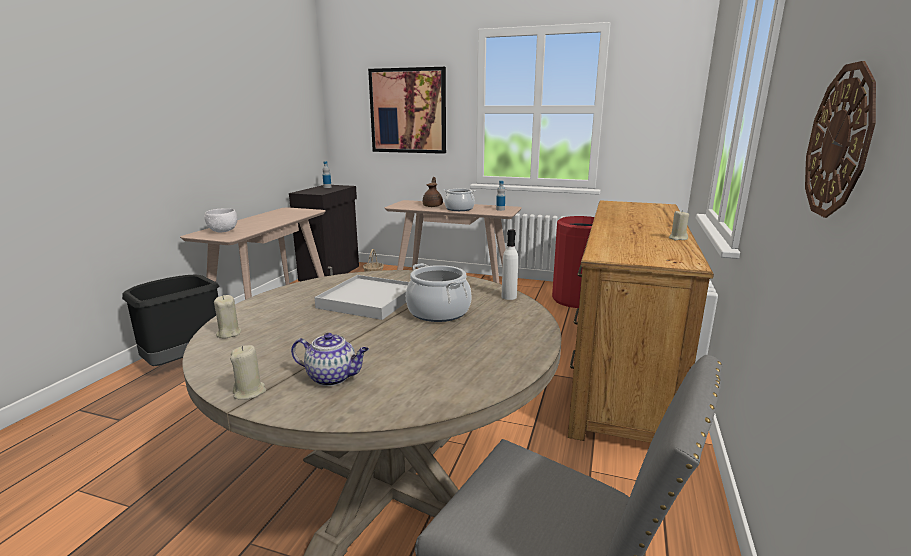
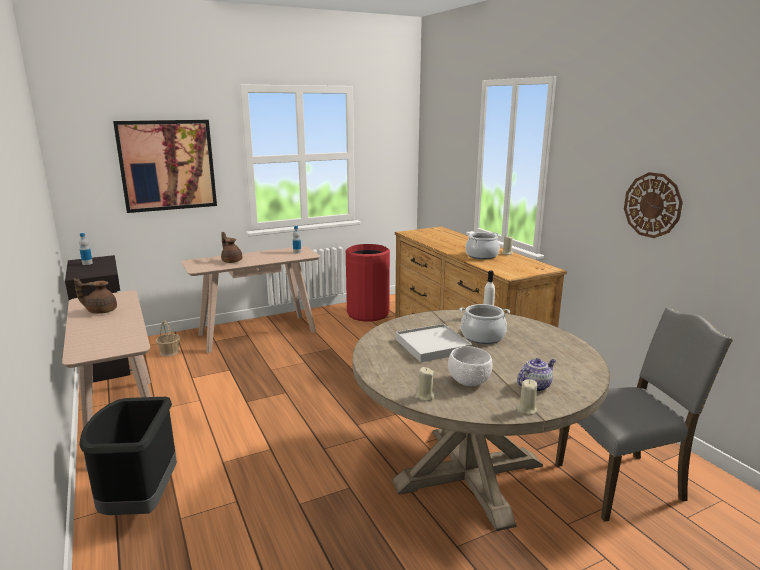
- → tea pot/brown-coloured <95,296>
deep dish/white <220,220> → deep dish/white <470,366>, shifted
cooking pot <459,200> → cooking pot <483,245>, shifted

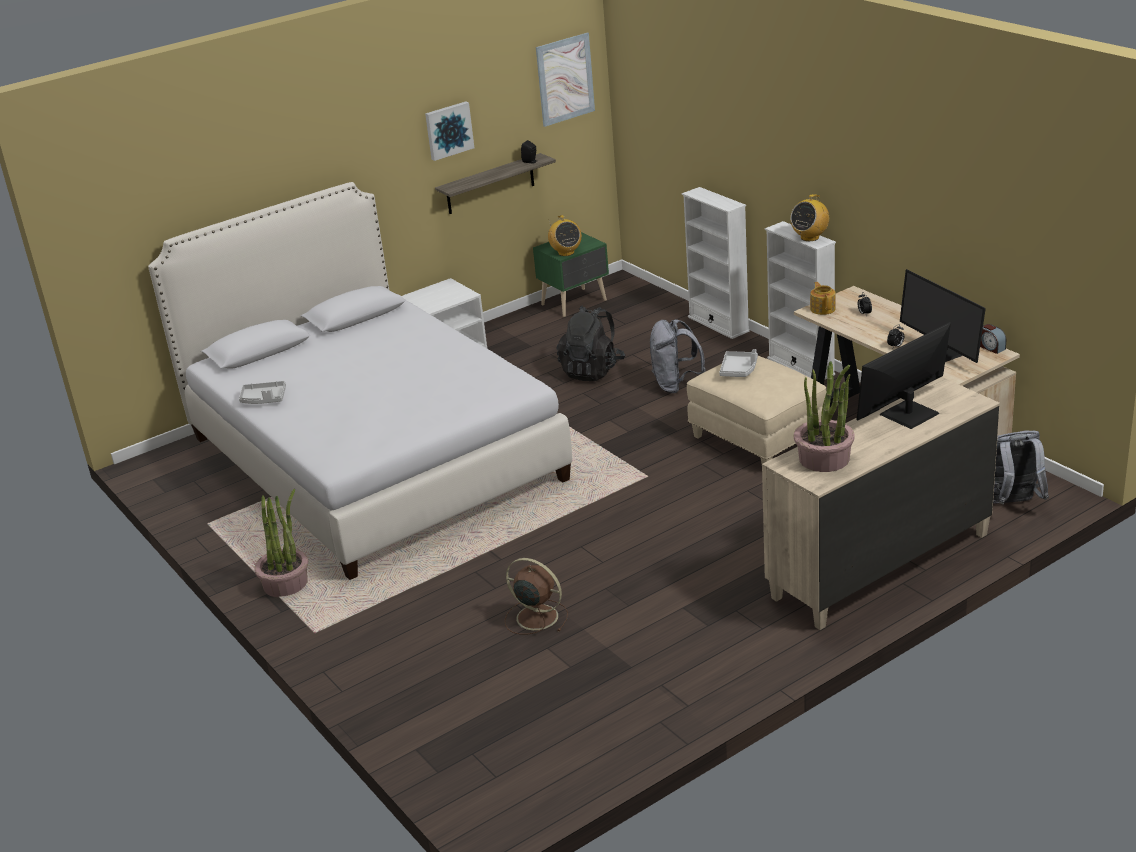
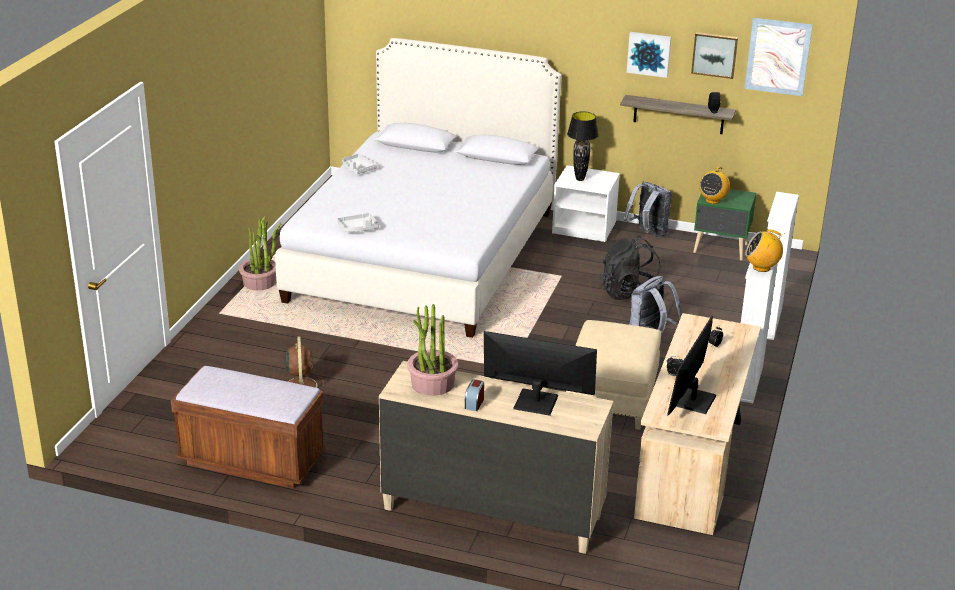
tea pot <823,298> → -
- → indoor bench/brown-coloured <248,427>
- → tabletop lamp/black <583,146>
- → wall art <714,55>
serving tray/gray <739,363> → serving tray/gray <358,222>, shifted
table clock <993,339> → table clock <474,395>, shifted
rucksack/gray <1021,467> → rucksack/gray <647,209>, shifted

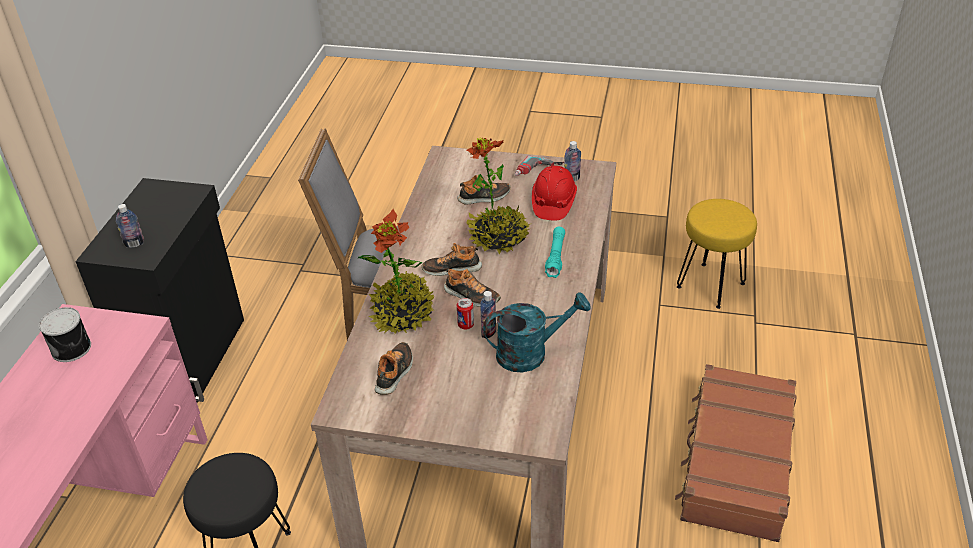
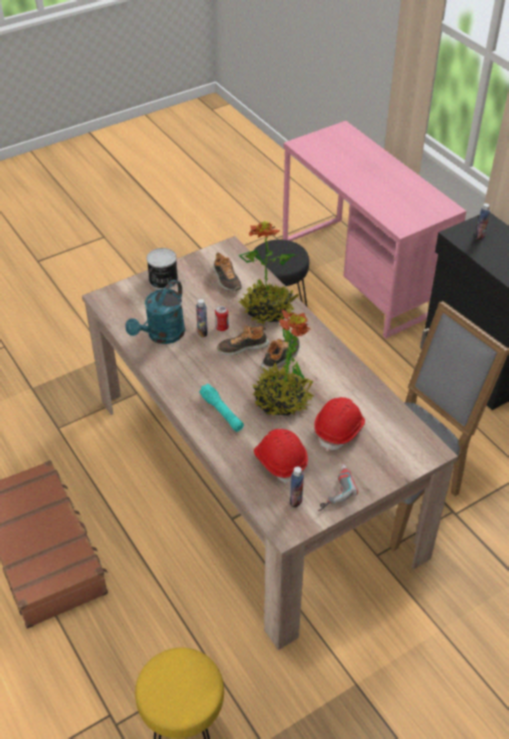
can <65,334> → can <162,269>, shifted
item of footwear <484,190> → safety helmet/red-coloured <339,424>

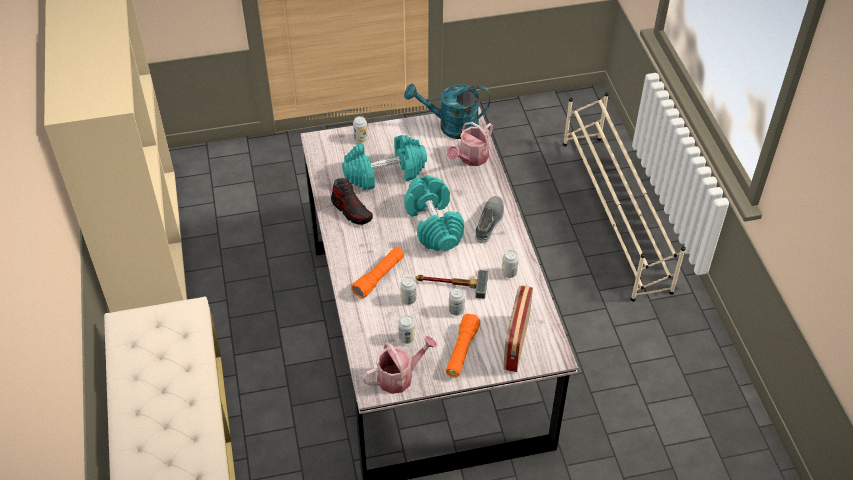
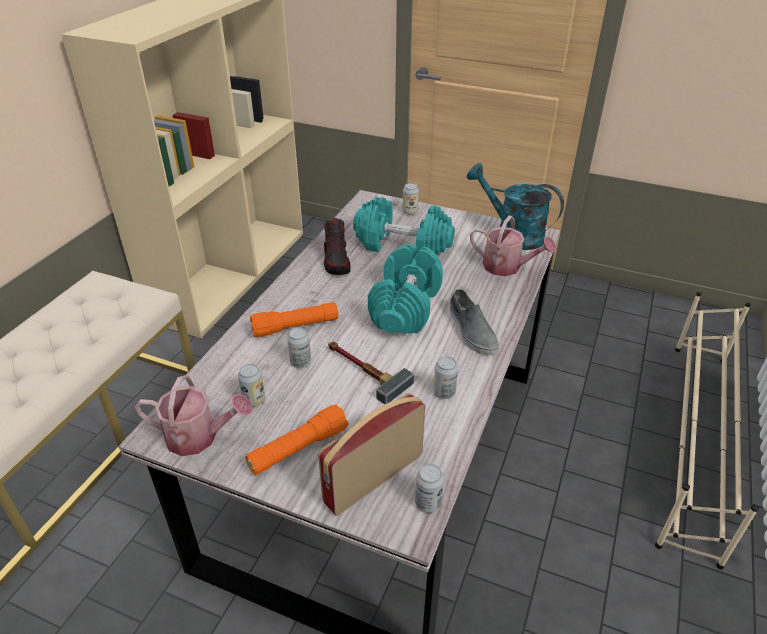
can <457,302> → can <429,488>, shifted
watering can <470,144> → watering can <513,245>, 135 degrees counterclockwise
item of footwear/gray <489,219> → item of footwear/gray <474,322>, 105 degrees clockwise

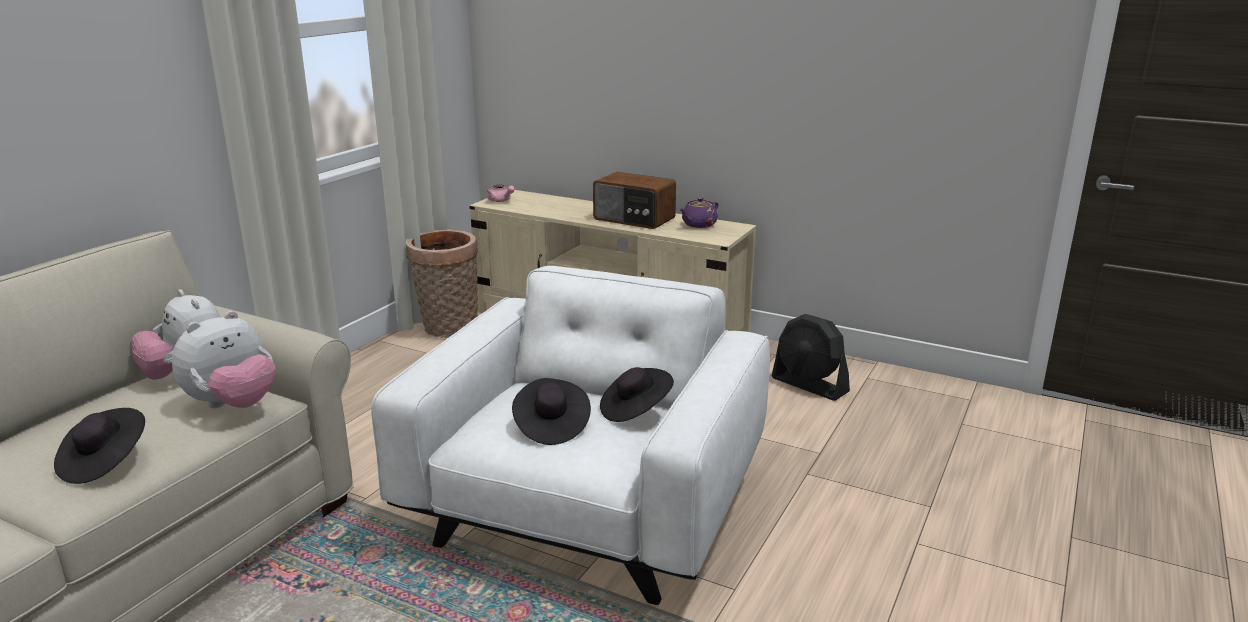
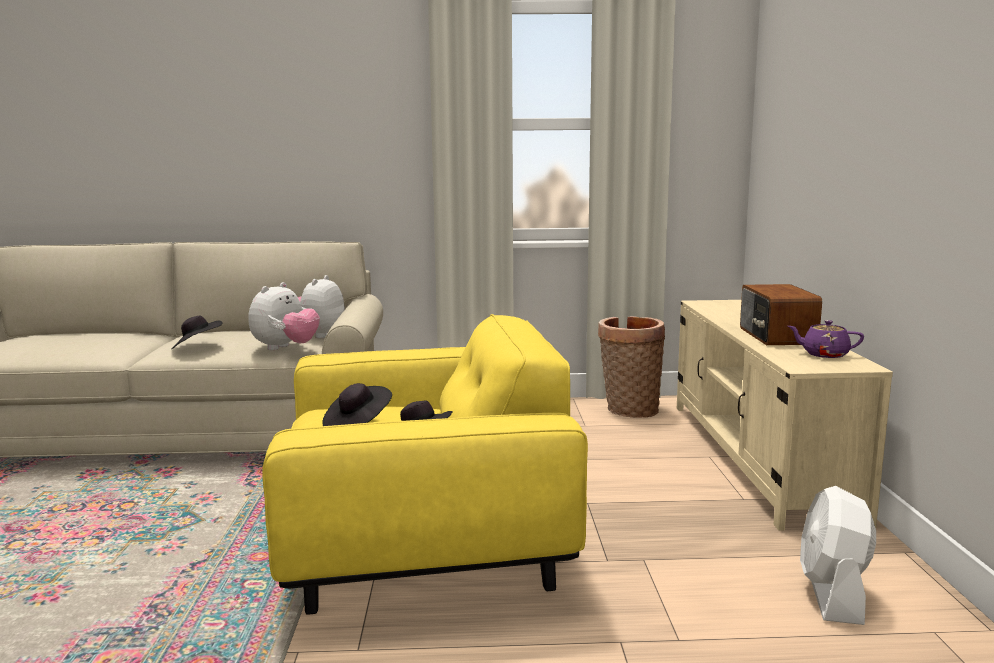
tea pot/pink-coloured <501,193> → -
easy chair/white <570,435> → easy chair/yellow-coloured <425,464>
cooling fan/black <810,357> → cooling fan/white <838,555>
plush toy <223,359> → plush toy <284,316>, 75 degrees counterclockwise

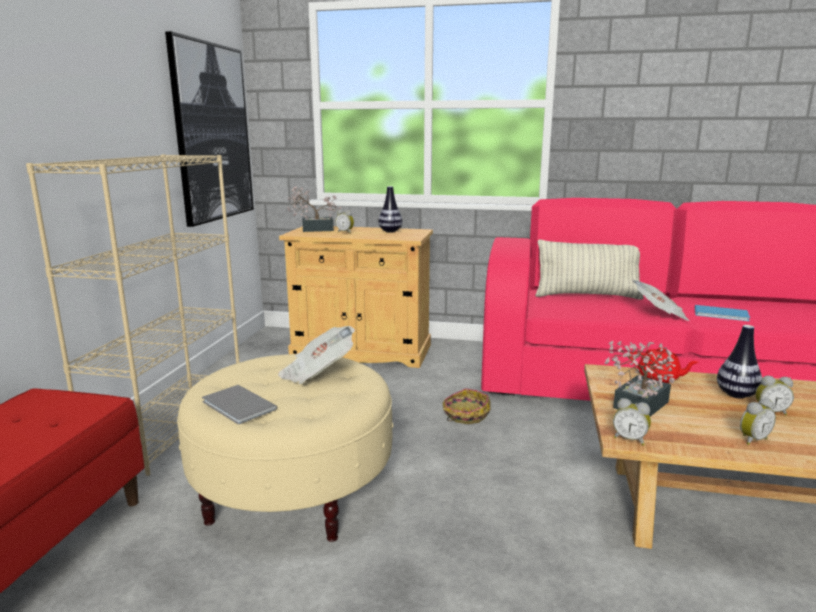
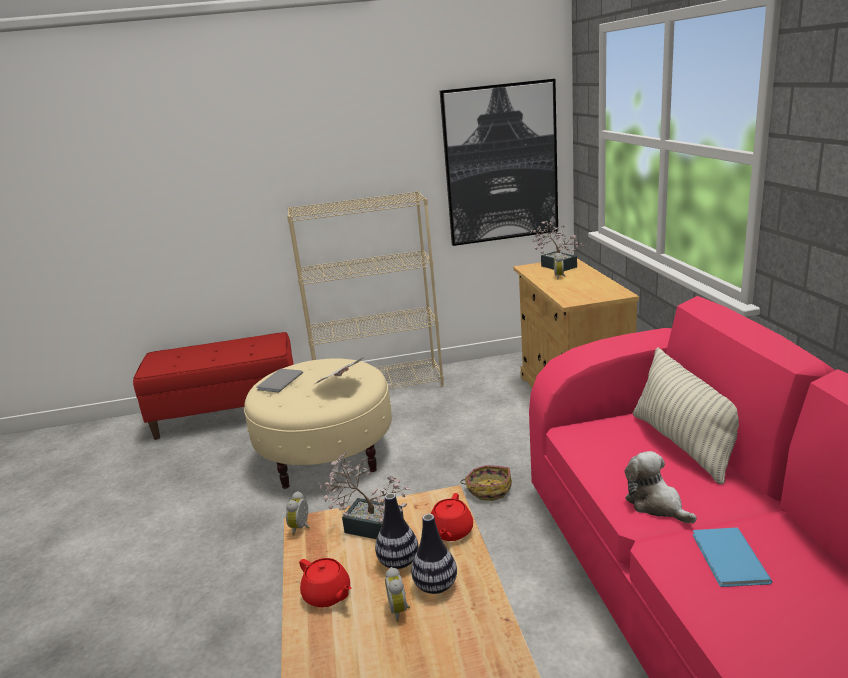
flower vase <390,209> → flower vase <397,531>, shifted
newspaper <660,300> → plush toy <661,487>
table clock <758,422> → tea pot/red-coloured <325,582>

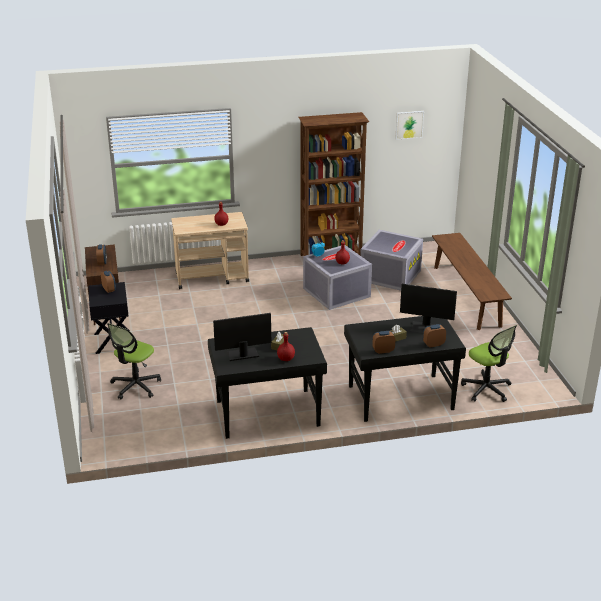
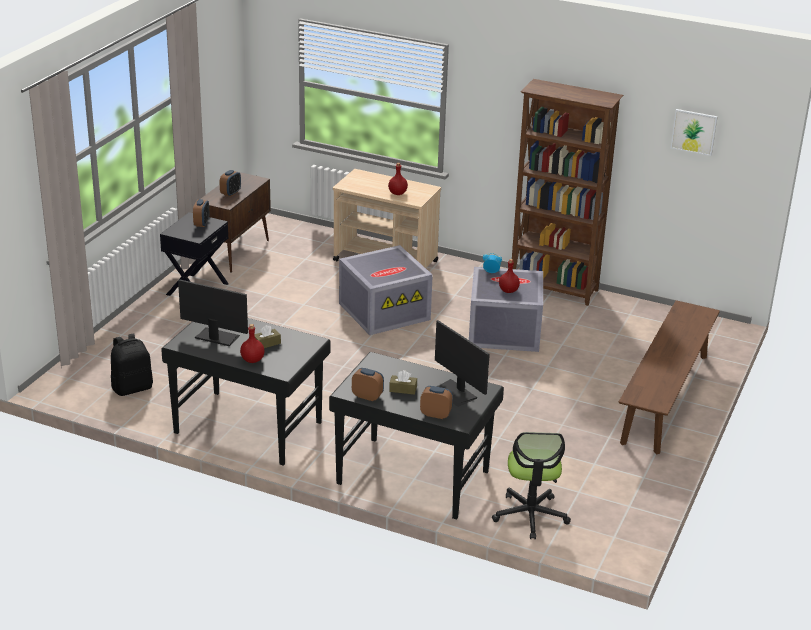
office chair <134,361> → -
- → rucksack/black <132,364>
storage container/gray <391,260> → storage container/gray <386,290>, shifted

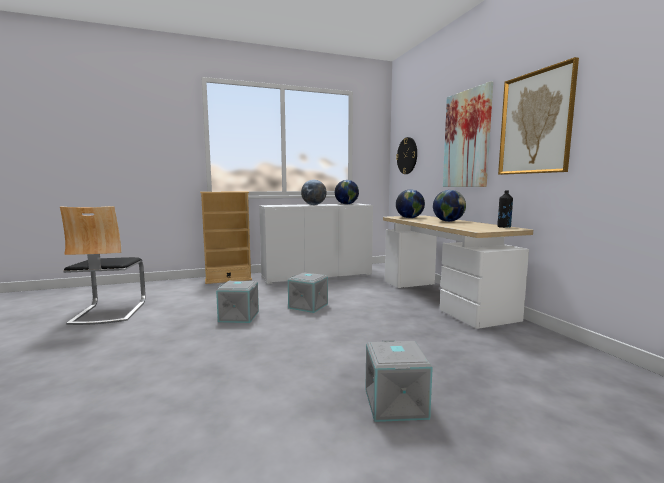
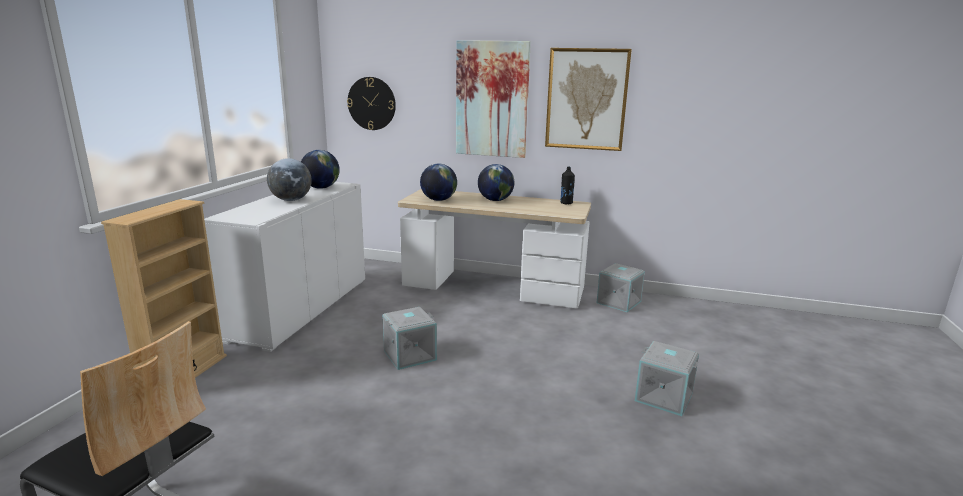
storage container/gray <237,302> → storage container/gray <621,287>, shifted

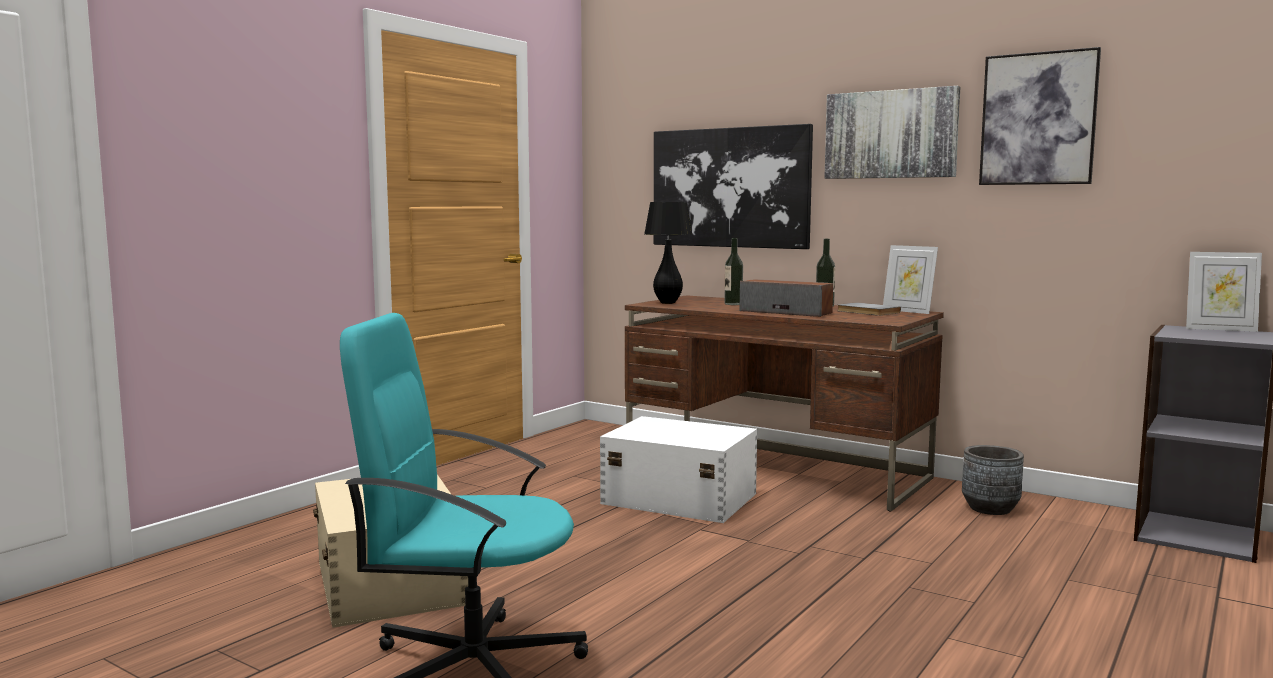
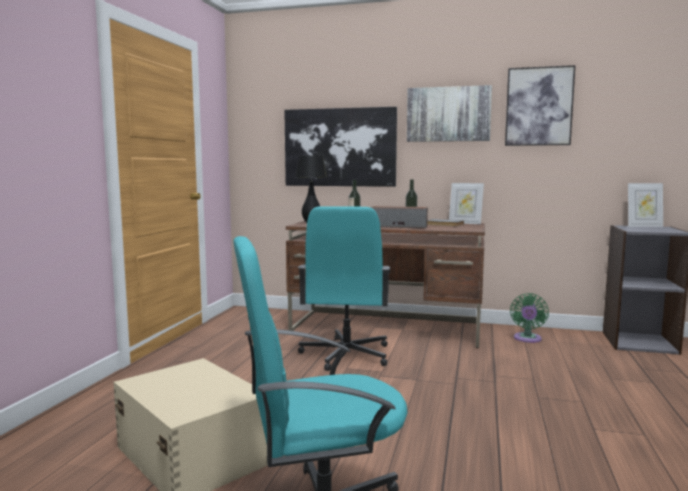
storage container/white <678,469> → office chair/blue-green <344,288>
planter/gray <993,480> → cooling fan/green-coloured <529,318>

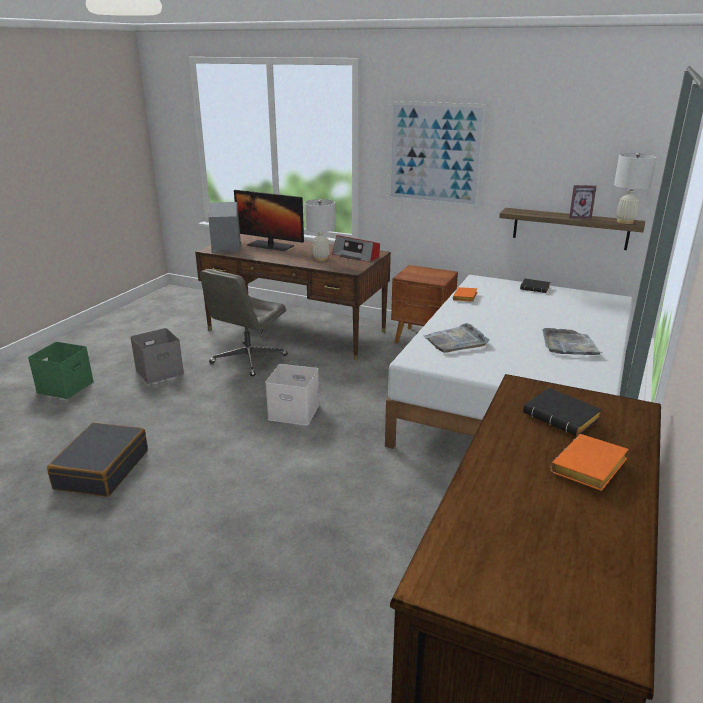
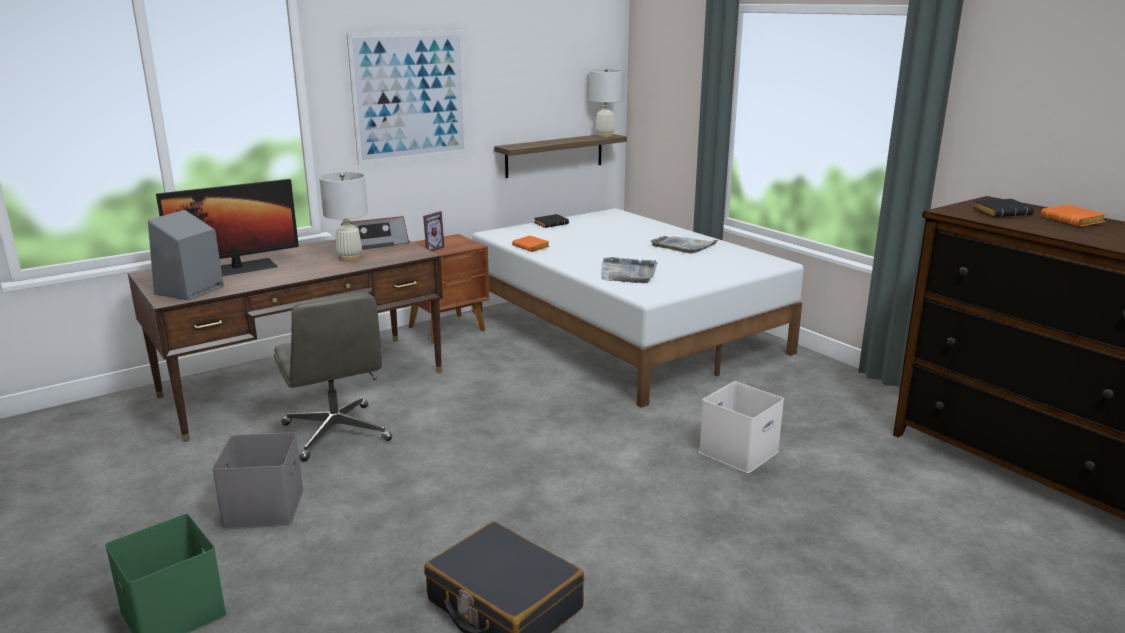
storage container/white <292,394> → storage container/white <741,427>, shifted
photo frame <583,202> → photo frame <434,231>, shifted

